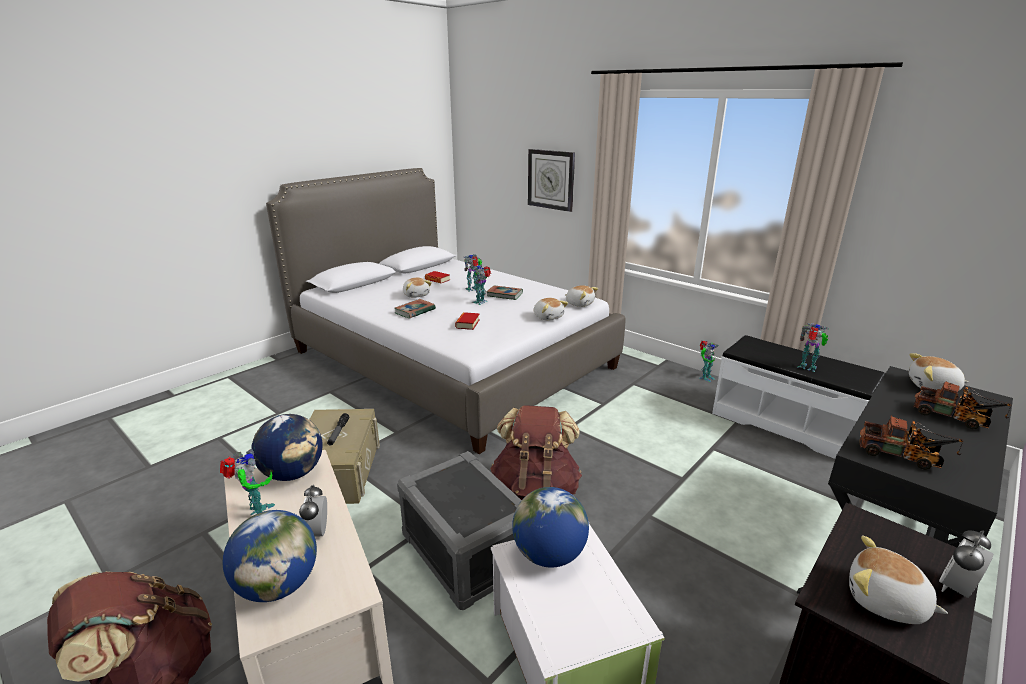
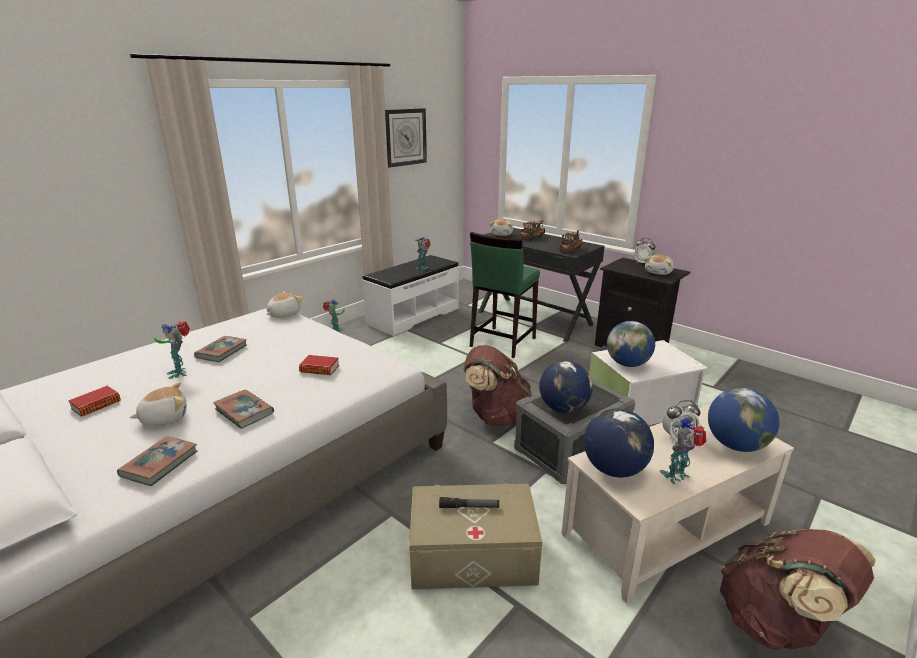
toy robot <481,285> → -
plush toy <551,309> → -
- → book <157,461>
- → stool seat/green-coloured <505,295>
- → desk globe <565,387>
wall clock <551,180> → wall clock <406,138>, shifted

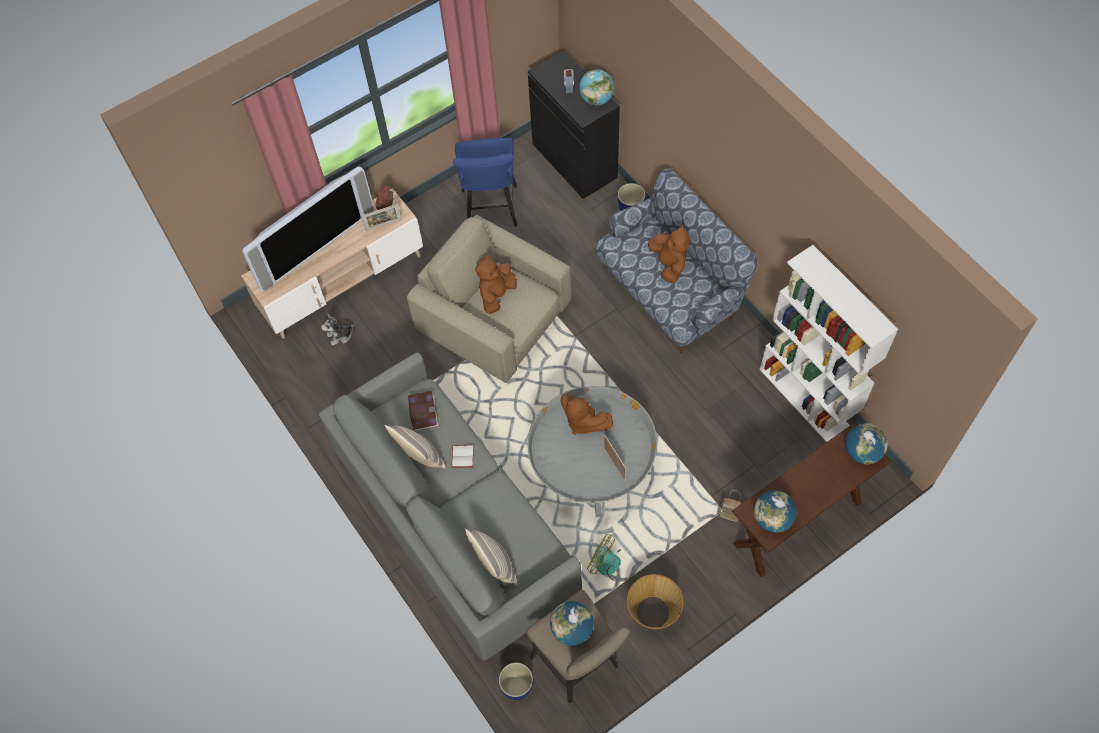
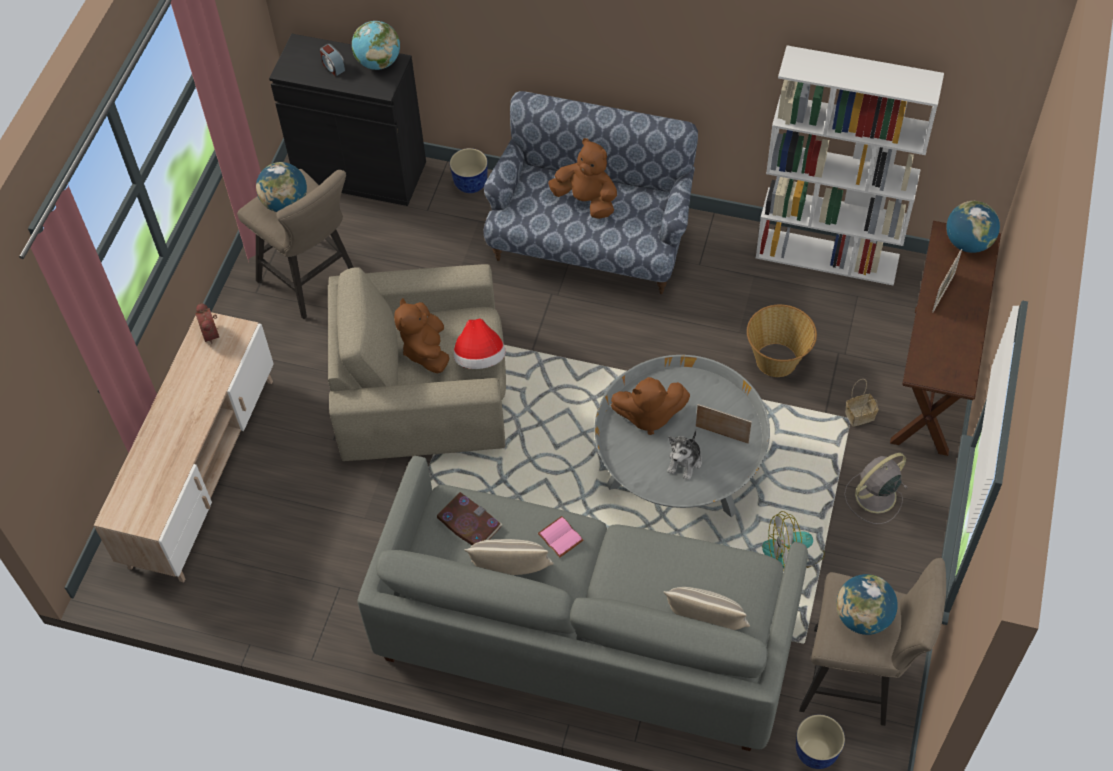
TV <308,228> → -
- → wearable hat <479,343>
- → cooling fan/gray <875,488>
plush toy <338,329> → plush toy <684,455>, shifted
photo frame <382,218> → photo frame <947,280>, shifted
basket <655,601> → basket <782,340>, shifted
desk globe <775,511> → desk globe <281,187>, shifted
book/white <462,456> → book/pink-coloured <561,537>
stool seat/blue-coloured <485,182> → stool seat/beige-coloured <295,244>

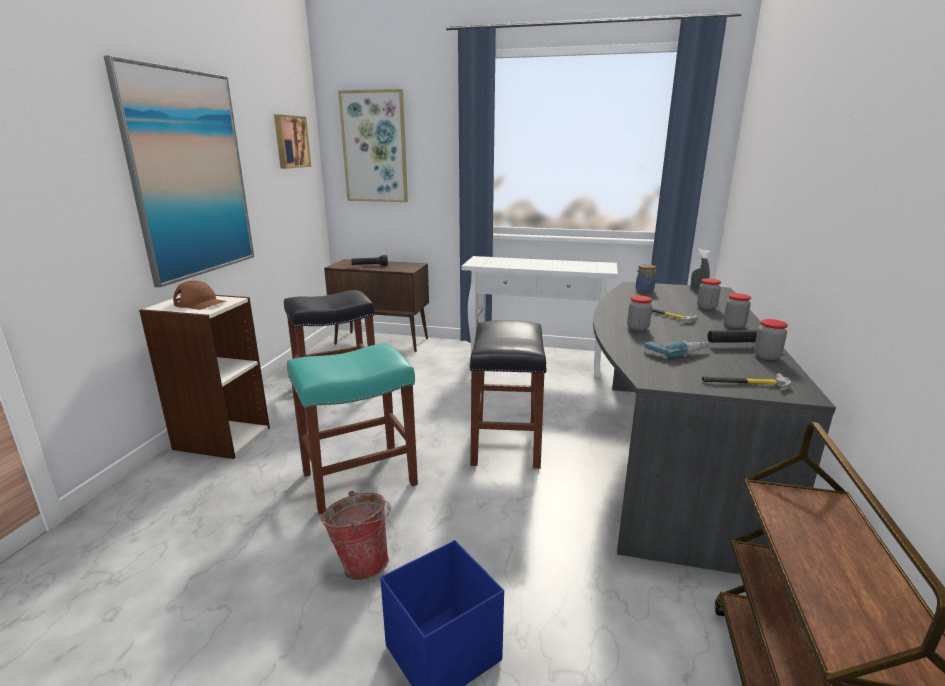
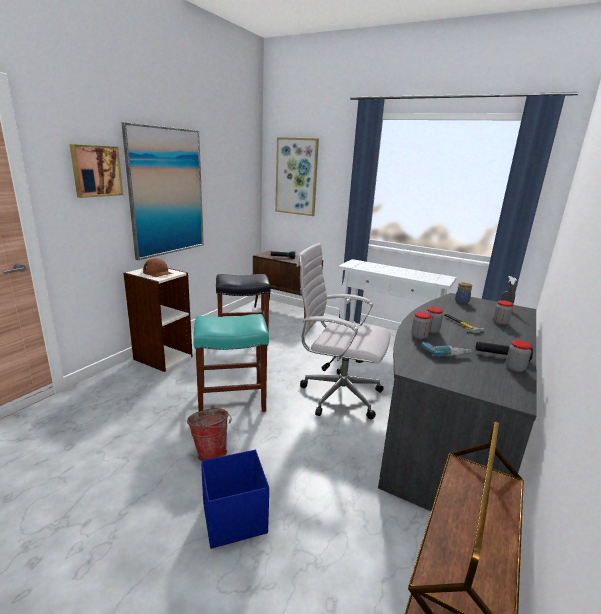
hammer <746,382> → -
wall art <292,141> → wall art <96,171>, shifted
preserve jar <737,310> → preserve jar <421,325>, shifted
stool seat/black <508,394> → office chair/white <344,331>

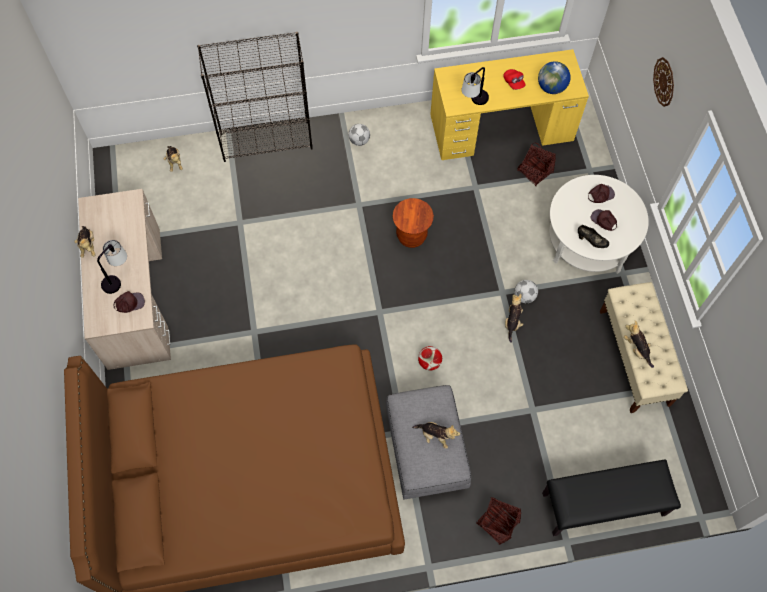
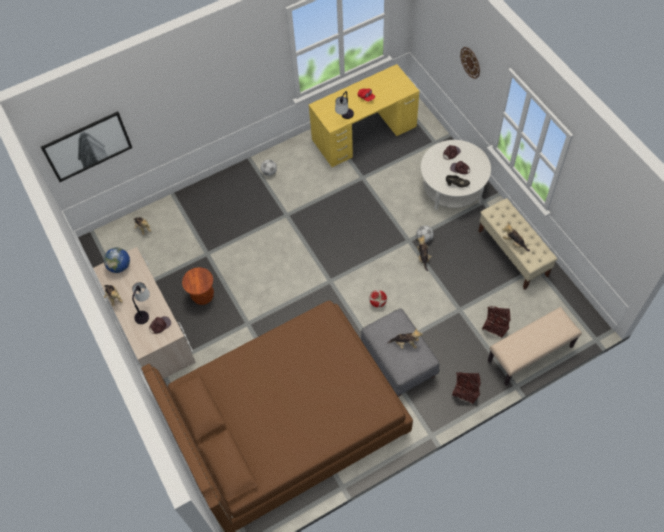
bookshelf/black <255,97> → -
- → wall art <86,146>
stool seat/brown-coloured <413,223> → stool seat/brown-coloured <198,286>, shifted
basket <536,164> → basket <496,322>, shifted
desk globe <554,77> → desk globe <117,260>, shifted
indoor bench/black <611,497> → indoor bench/beige-coloured <535,346>

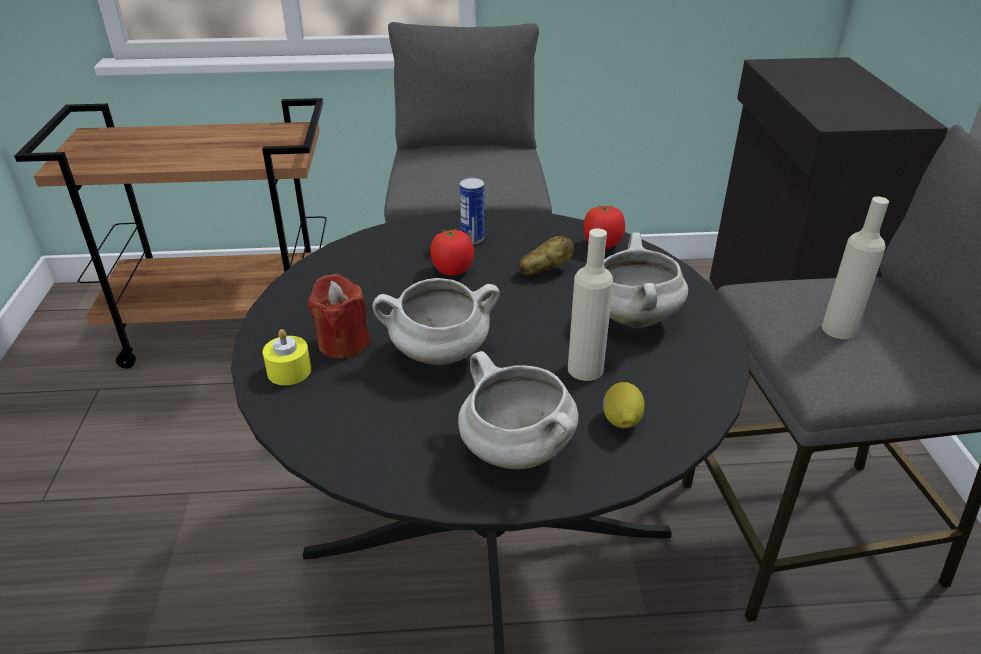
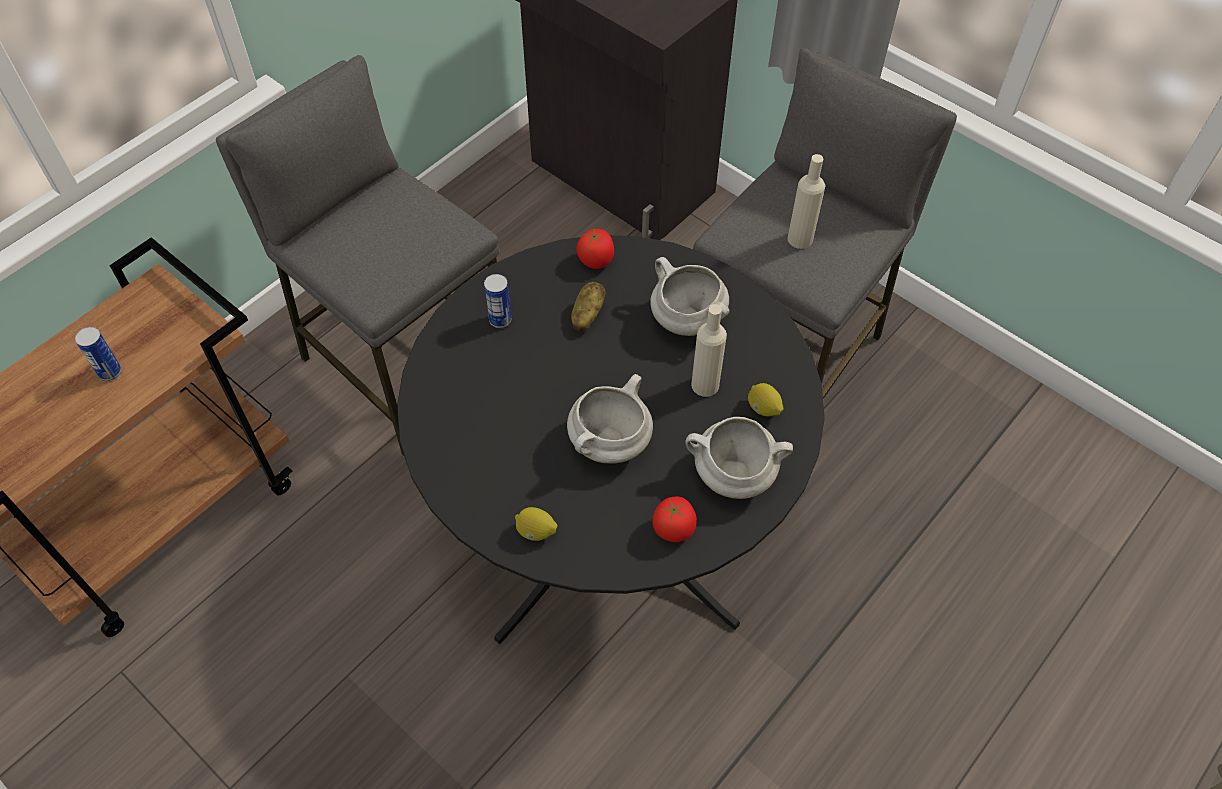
wax light/red-coloured <339,316> → -
- → can <98,354>
tomato <452,252> → tomato <674,519>, shifted
wax light/yellow-coloured <287,357> → lemon <536,524>

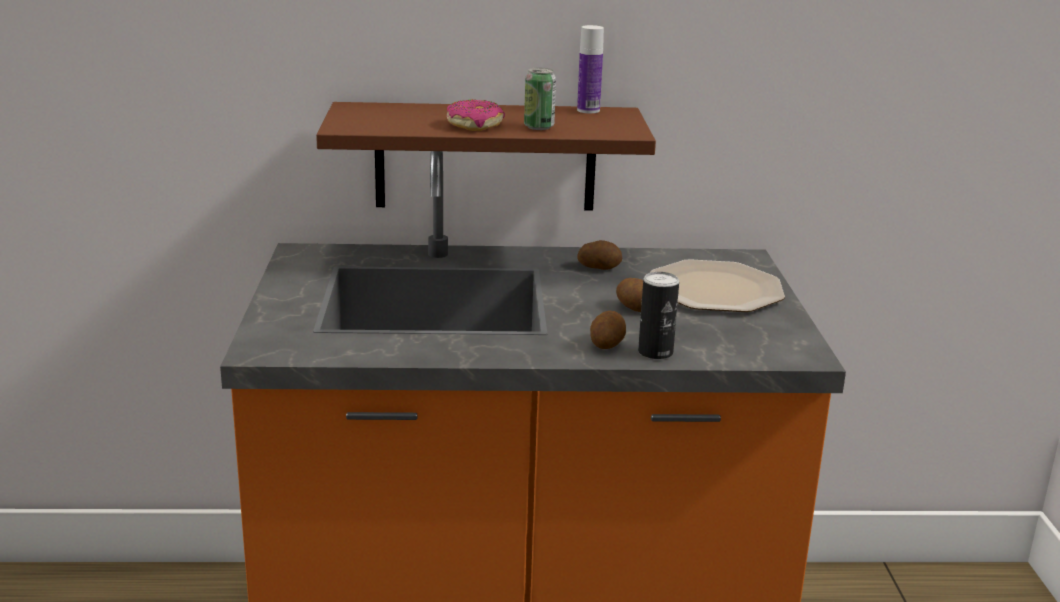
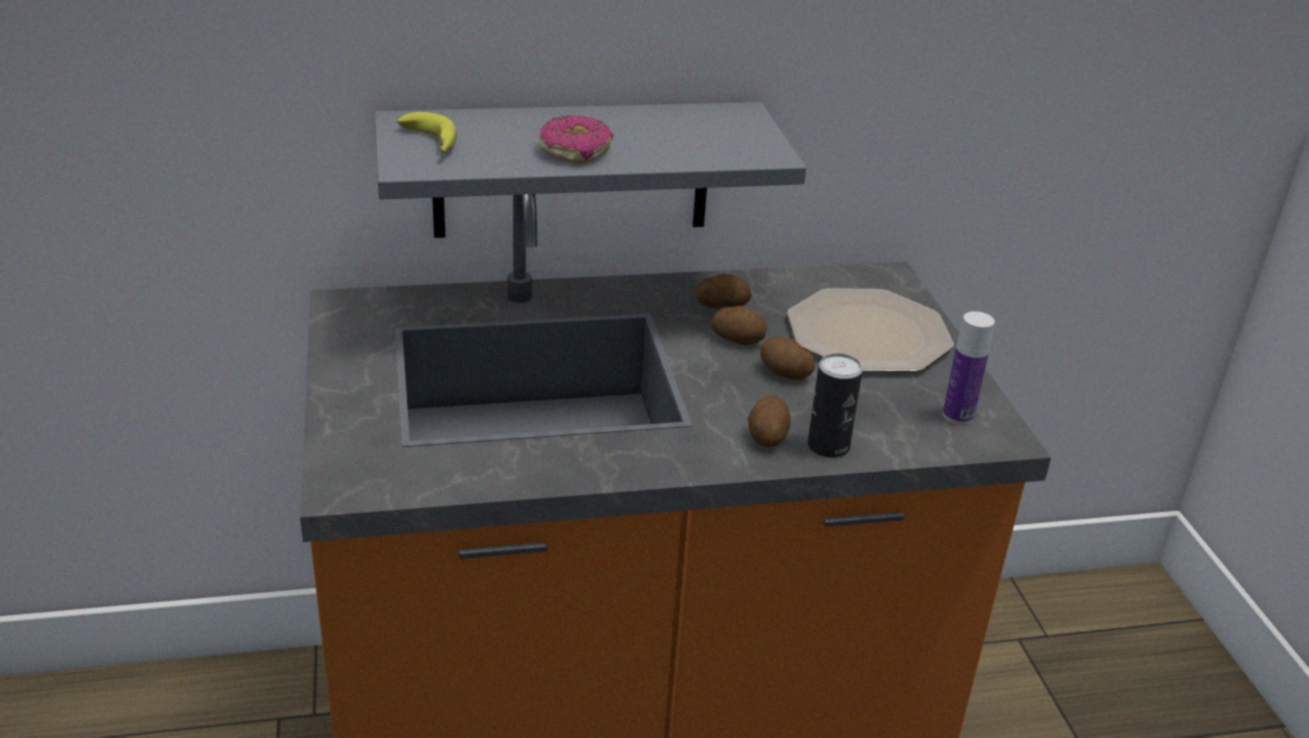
can <540,99> → -
- → banana <427,132>
- → spud <739,325>
beverage bottle <590,69> → beverage bottle <969,368>, shifted
shelf/brown-coloured <486,156> → shelf/gray <590,170>

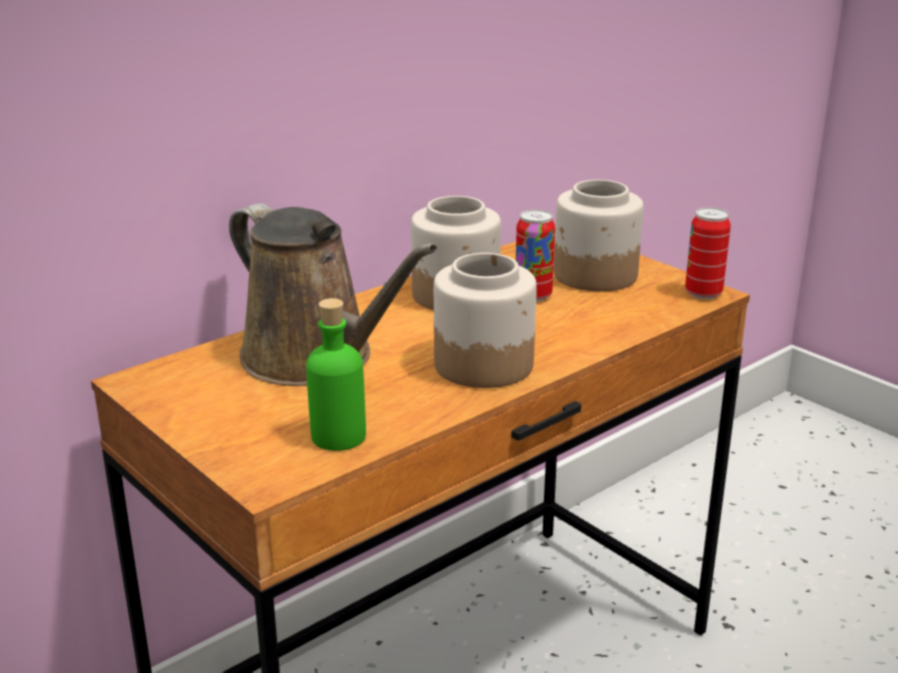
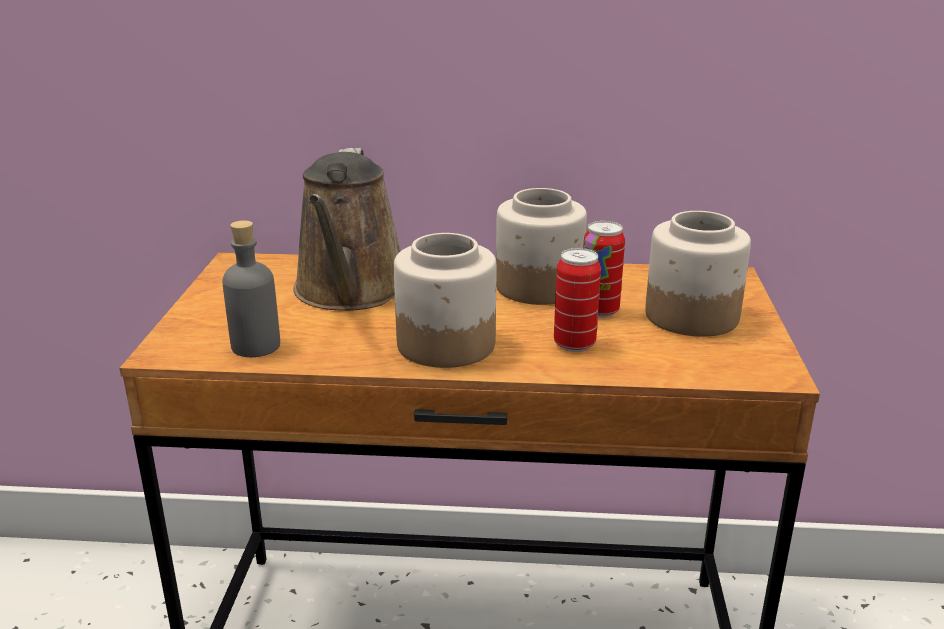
can <708,253> → can <577,300>, shifted
beverage bottle/green-coloured <336,374> → beverage bottle/gray <251,288>

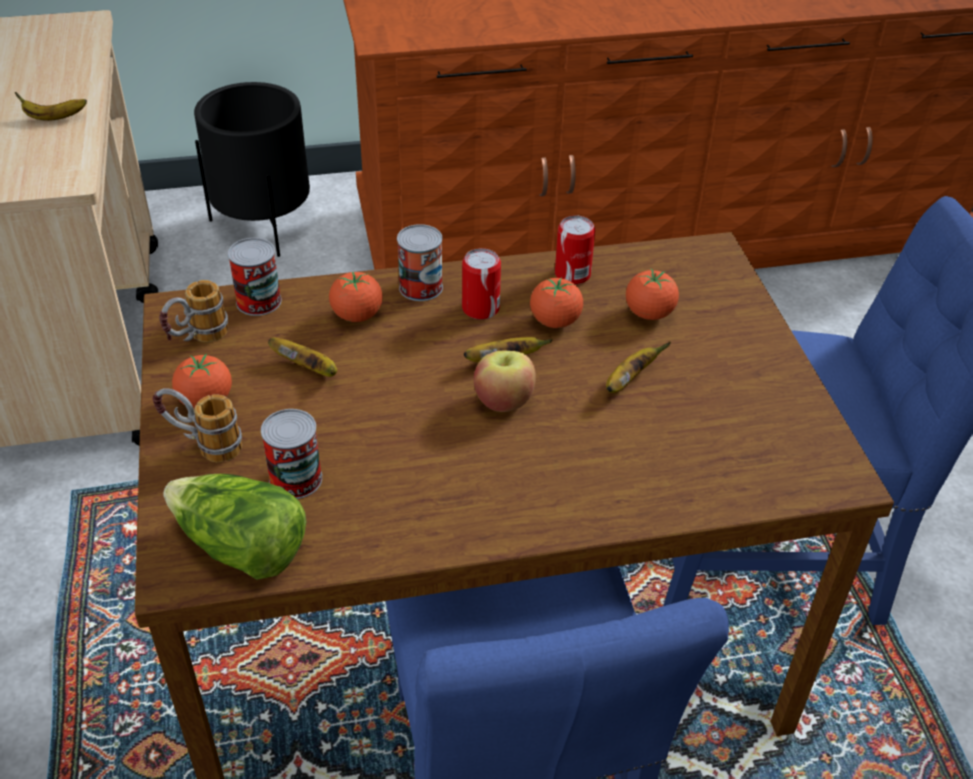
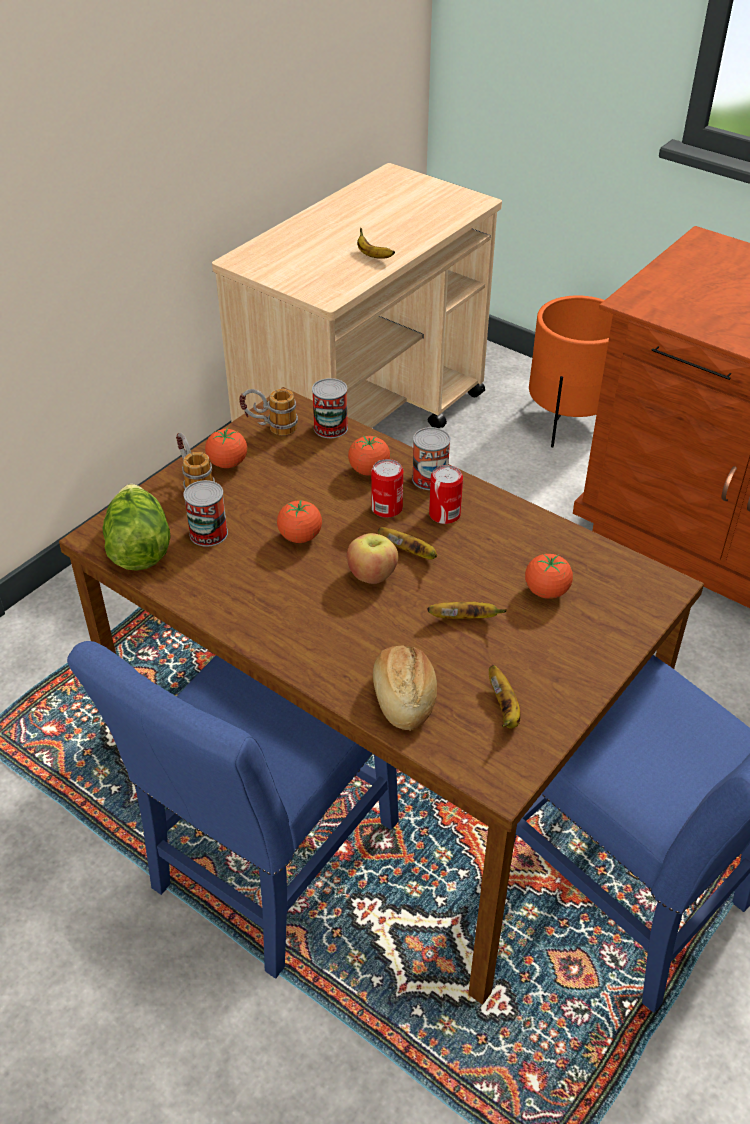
- → bakery bread <405,688>
banana <302,357> → banana <505,696>, shifted
tomato <556,302> → tomato <299,521>, shifted
can <575,250> → can <387,488>, shifted
planter/black <252,169> → planter/orangey <571,371>

